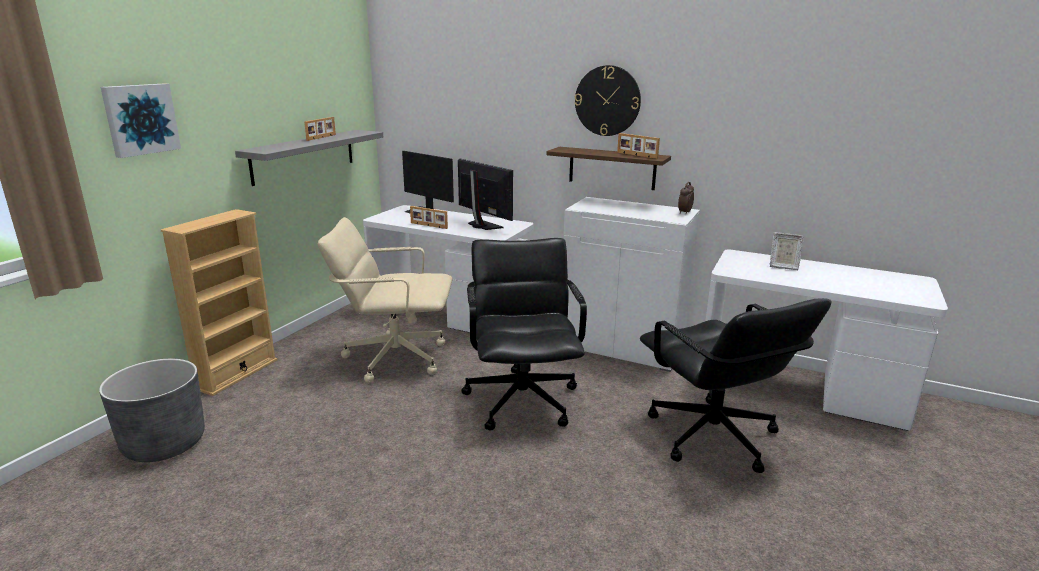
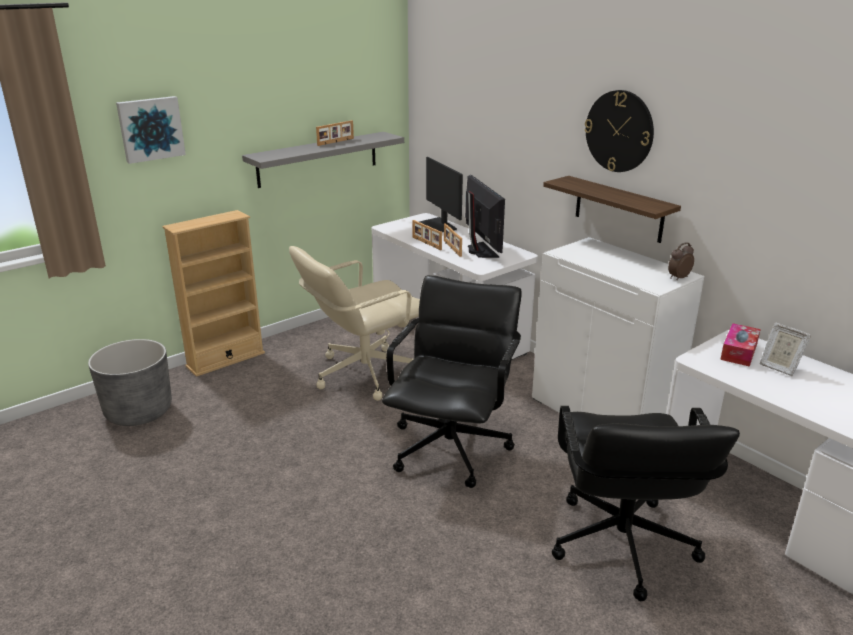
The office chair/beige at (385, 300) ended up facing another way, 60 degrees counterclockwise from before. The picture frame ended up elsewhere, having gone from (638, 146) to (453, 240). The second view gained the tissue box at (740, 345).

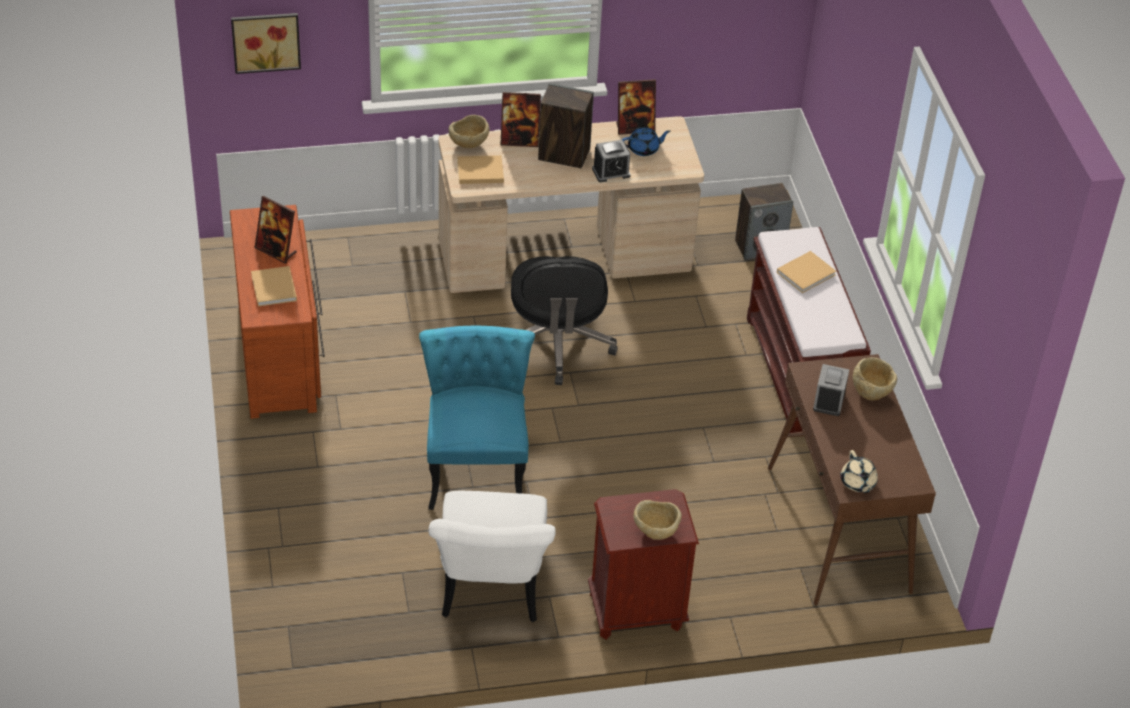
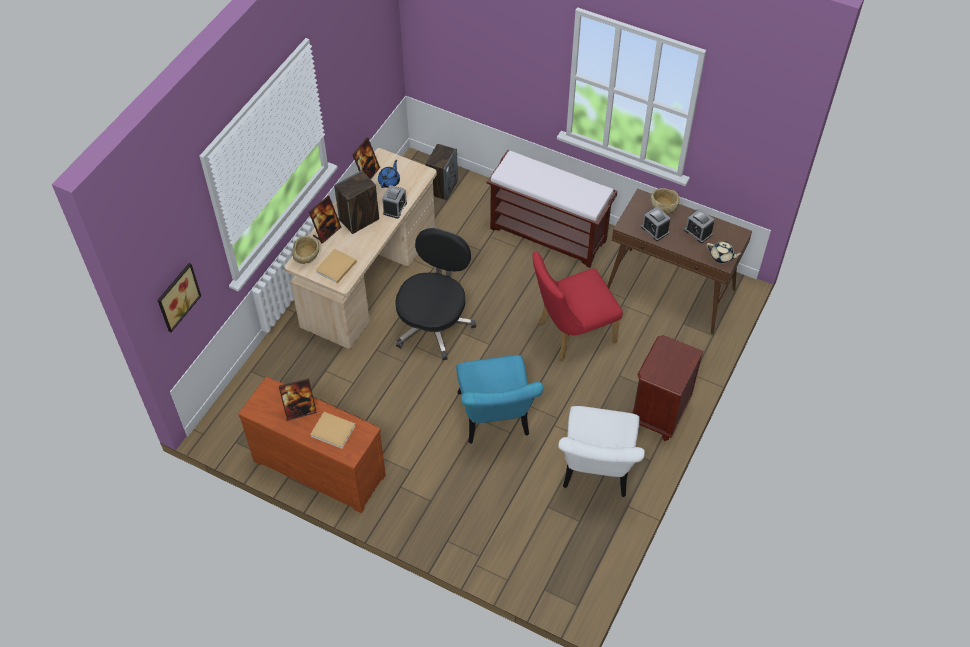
The office chair/black at (564, 320) ended up facing another way, 105 degrees counterclockwise from before. The chair/turquoise at (477, 418) ended up facing another way, 135 degrees counterclockwise from before. The second view gained the chair/red at (578, 306). The chair/white at (492, 557) ended up facing another way, 60 degrees clockwise from before. The second view gained the alarm clock at (699, 225). The second view lost the bowl/beige at (657, 520). The second view lost the book/beige at (806, 272).

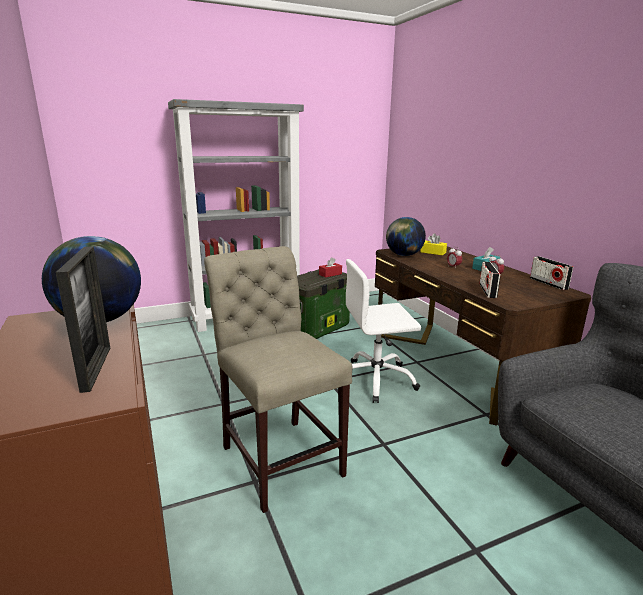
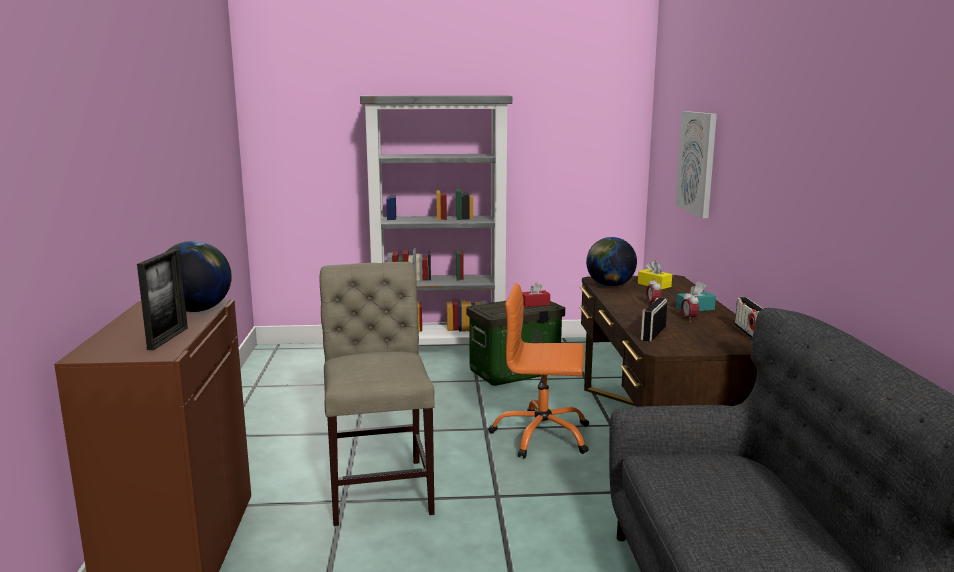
What was the office chair/white at (383, 331) turned into the office chair/orange at (538, 371). The second view gained the picture at (696, 164).

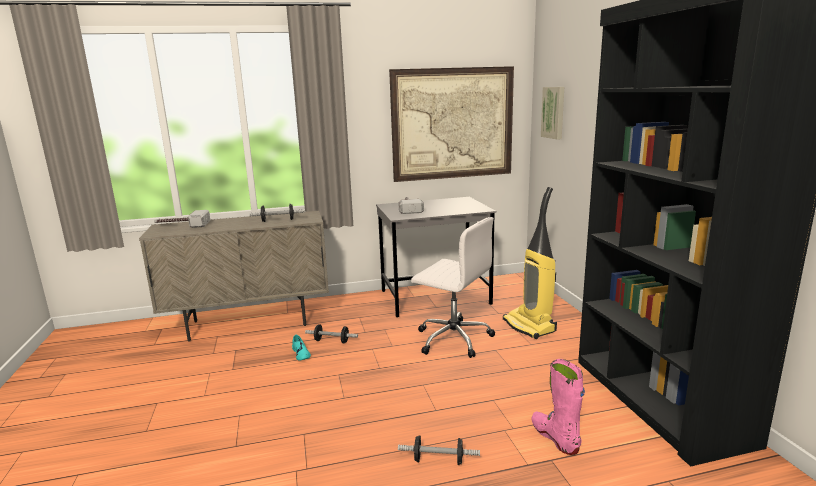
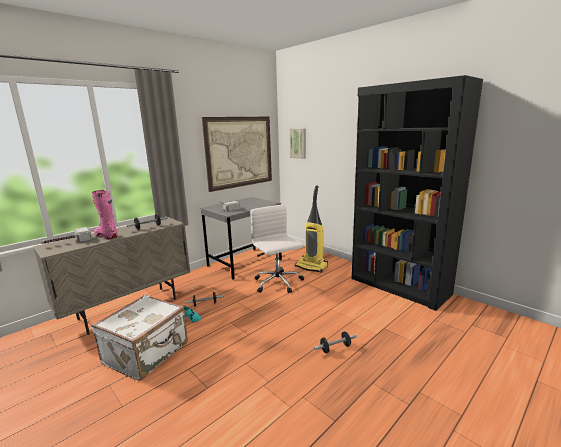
The second view gained the suitcase/white at (139, 338). The boot/pink ended up elsewhere, having gone from (558, 407) to (105, 214). The office chair/white at (453, 287) ended up facing another way, 120 degrees counterclockwise from before.

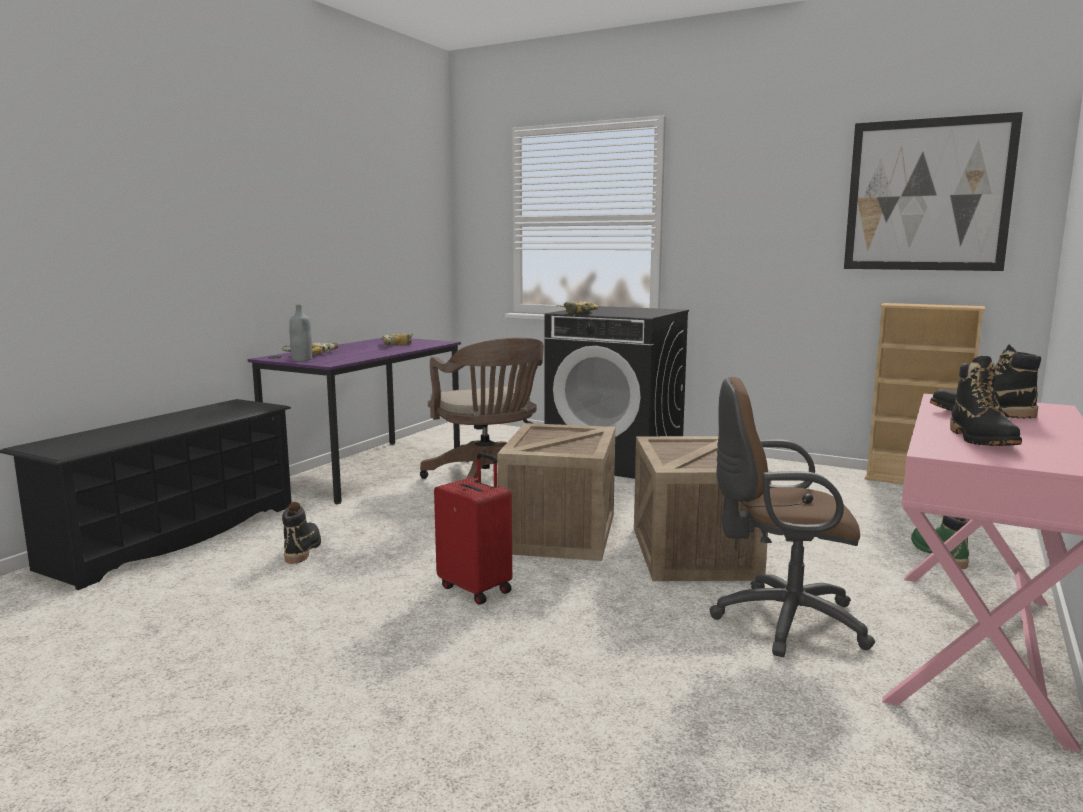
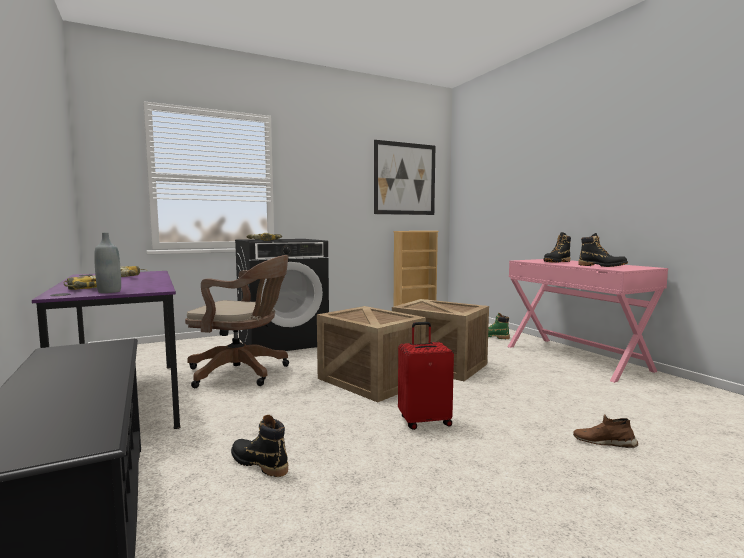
The second view gained the shoe/brown at (605, 431). The second view lost the office chair/brown at (792, 517).

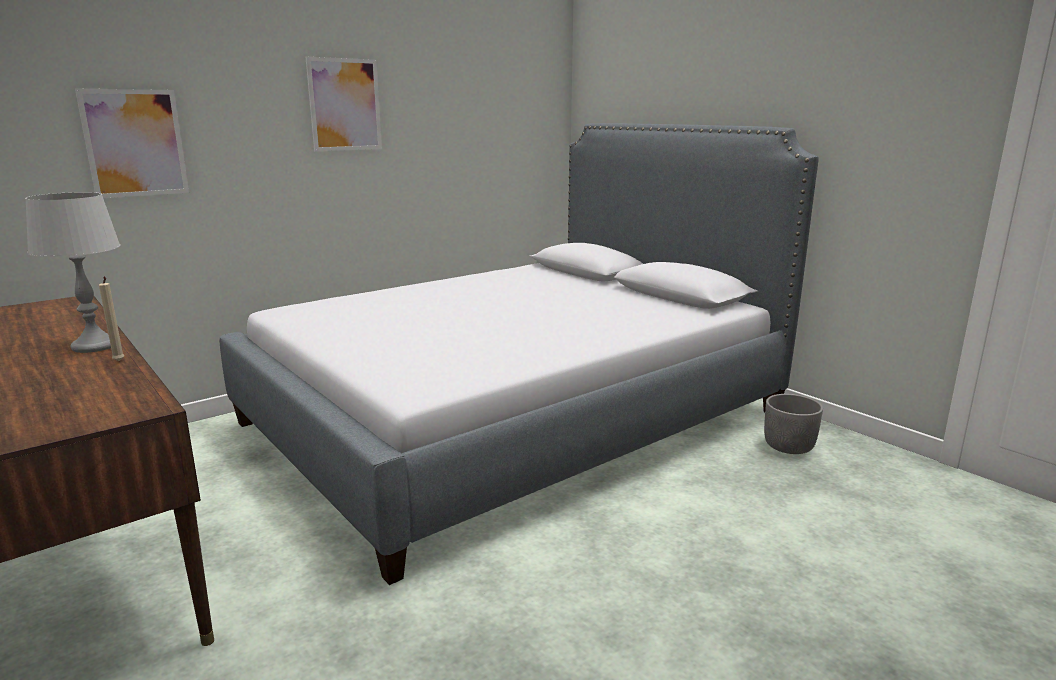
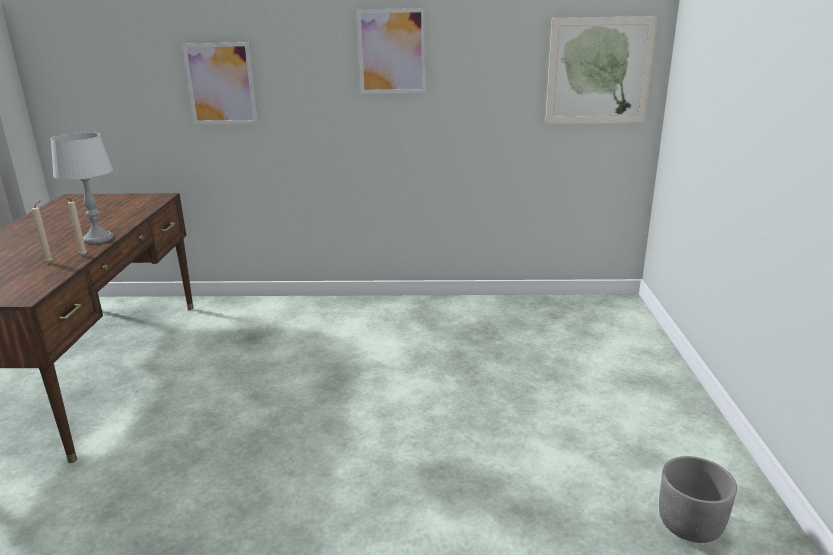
The second view gained the candle/beige at (42, 231). The second view gained the picture at (601, 70). The second view lost the bed at (519, 354).

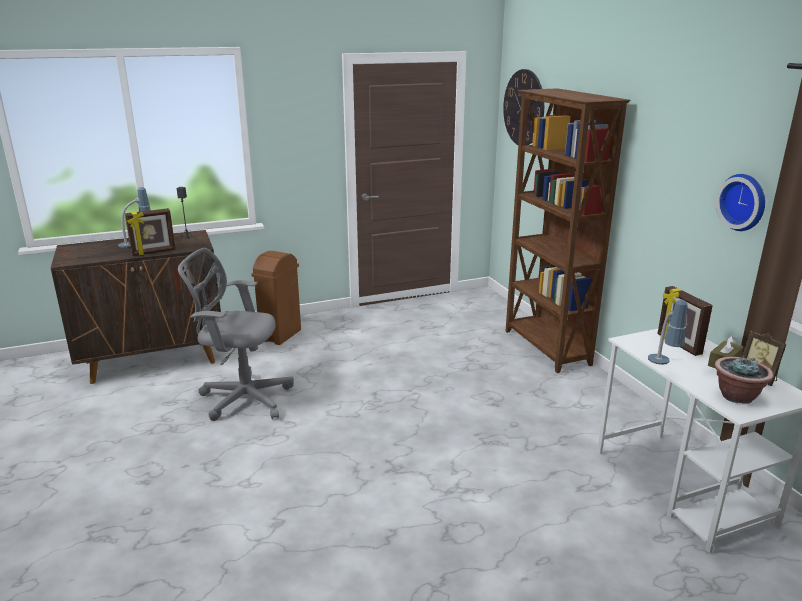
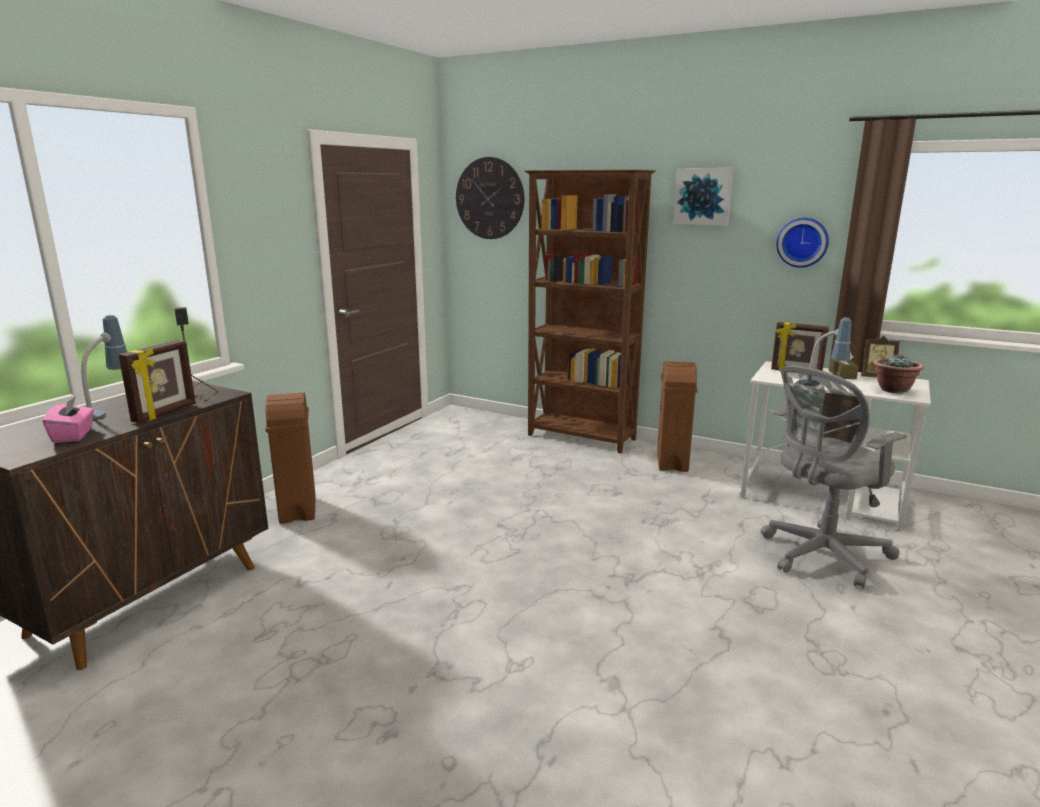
The second view gained the tissue box/pink at (68, 419). The second view gained the trash can/brown at (677, 416). The second view gained the picture at (703, 197). The office chair/grey ended up elsewhere, having gone from (236, 334) to (833, 476).

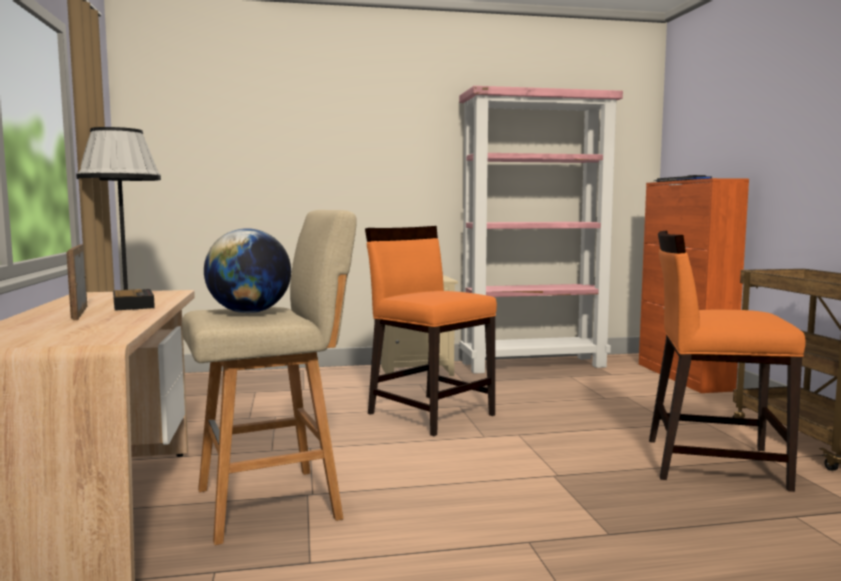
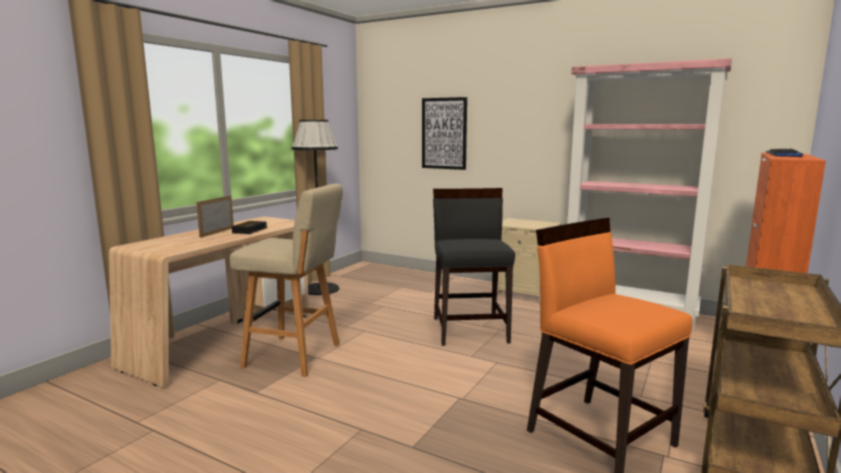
The second view gained the picture at (444, 133). What was the chair/orange at (431, 331) turned into the chair/black at (474, 267). The second view lost the globe at (247, 270).

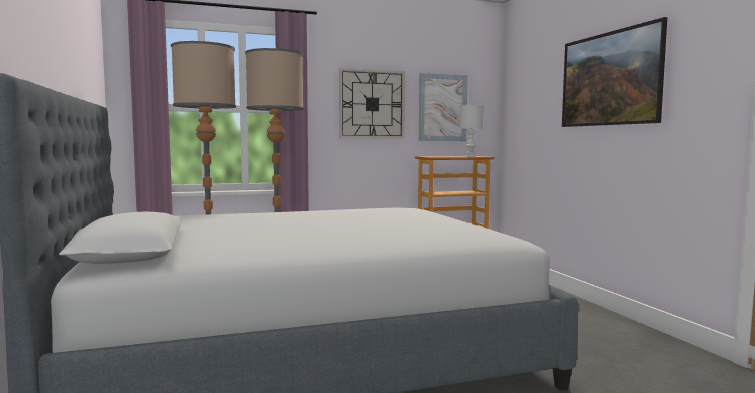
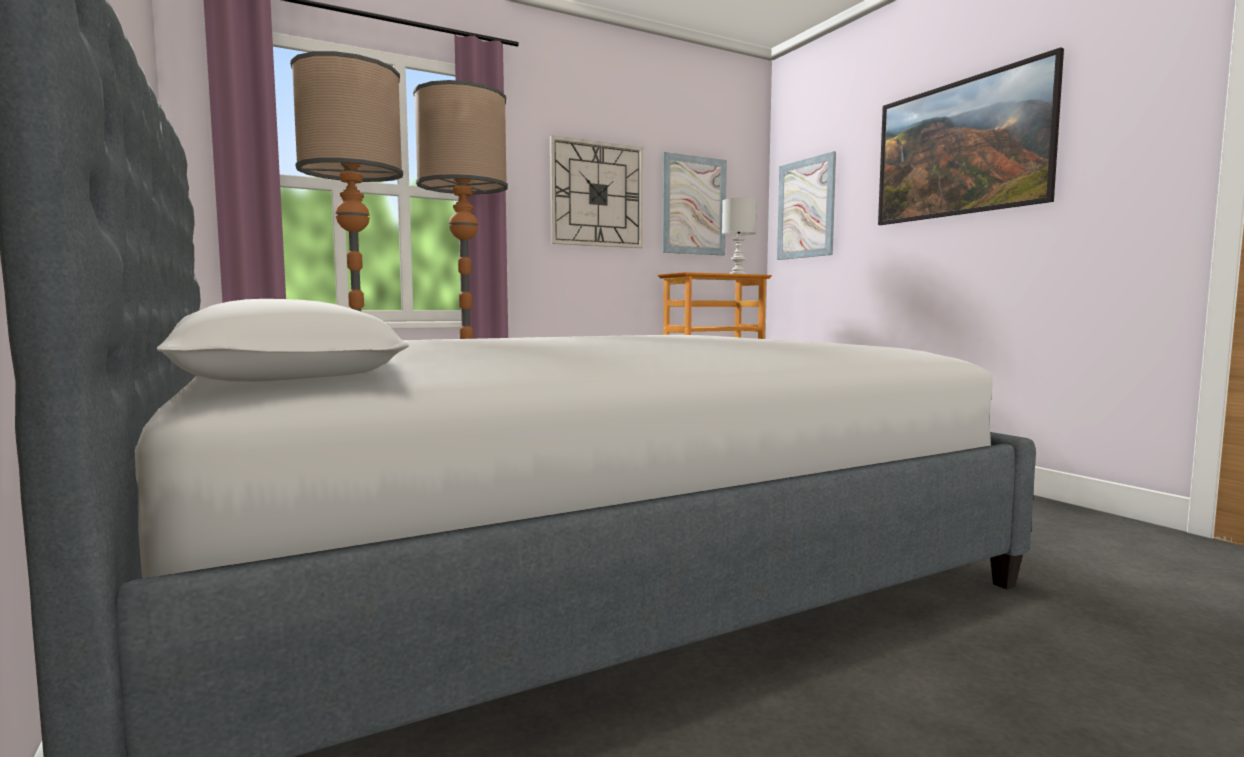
The second view gained the picture at (806, 205).

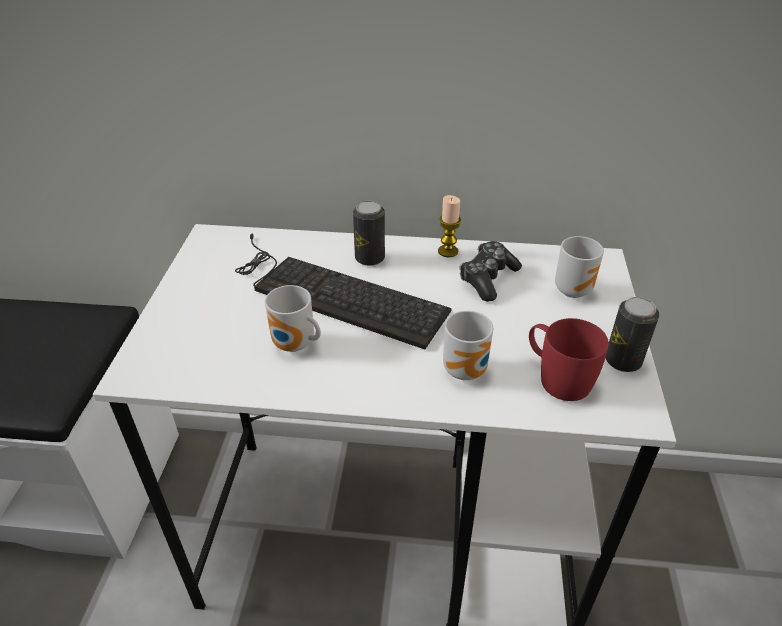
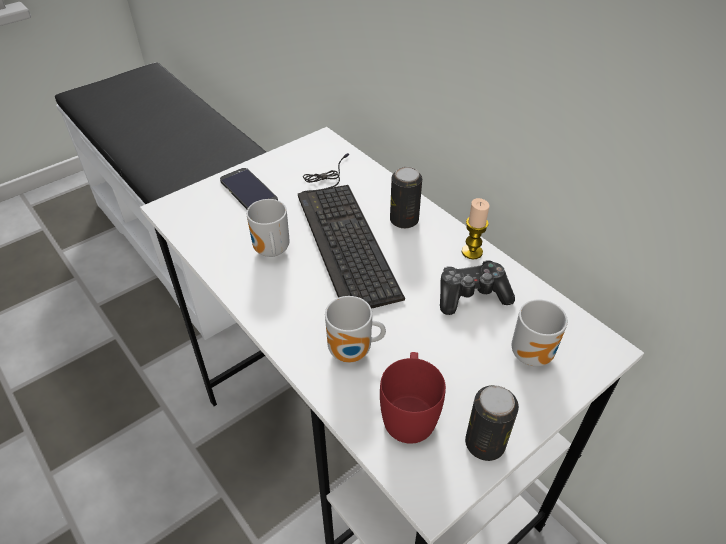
The second view gained the phone at (249, 188).

